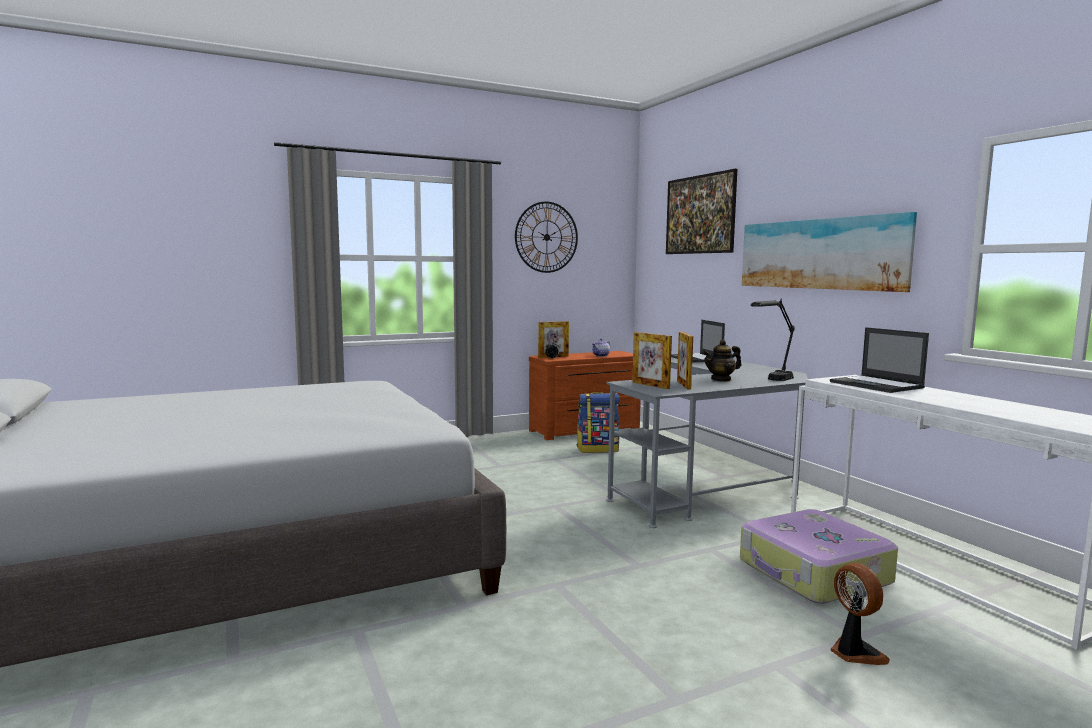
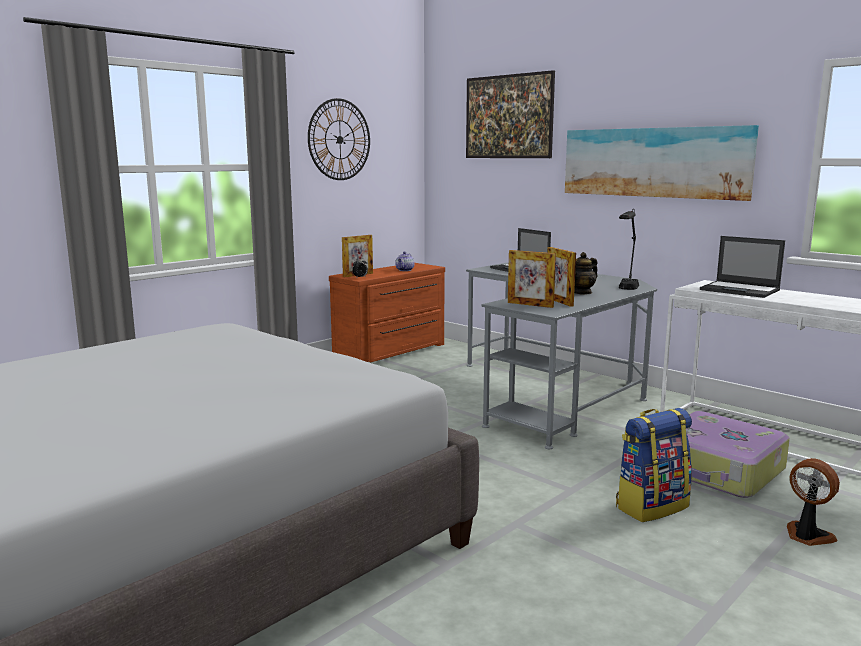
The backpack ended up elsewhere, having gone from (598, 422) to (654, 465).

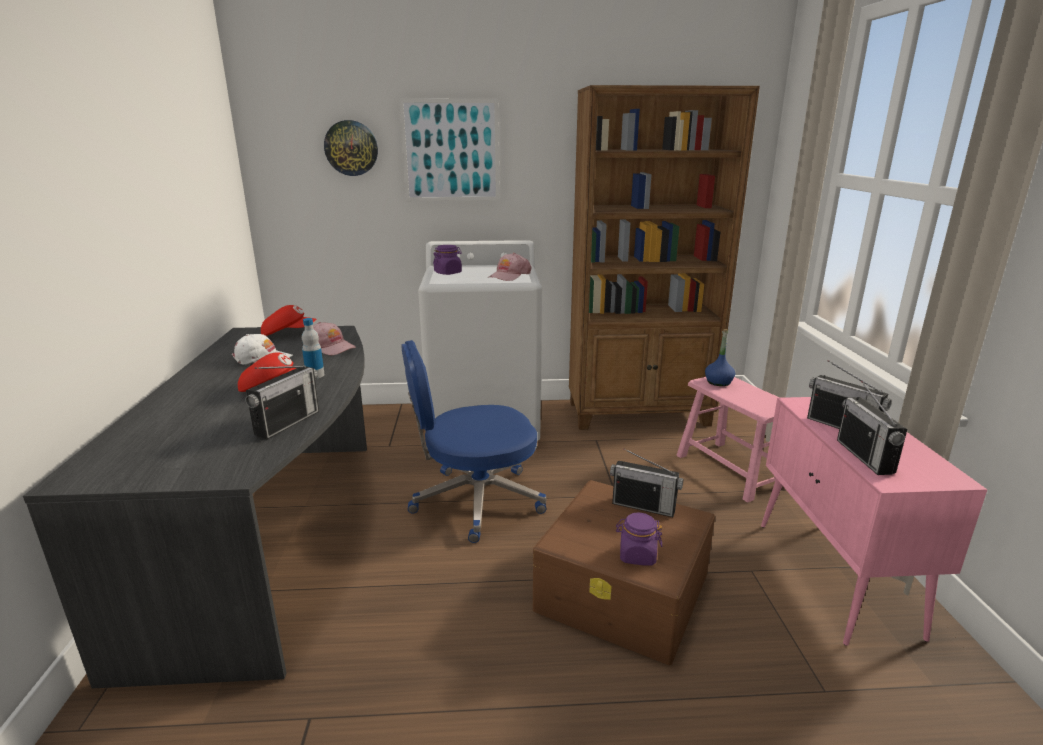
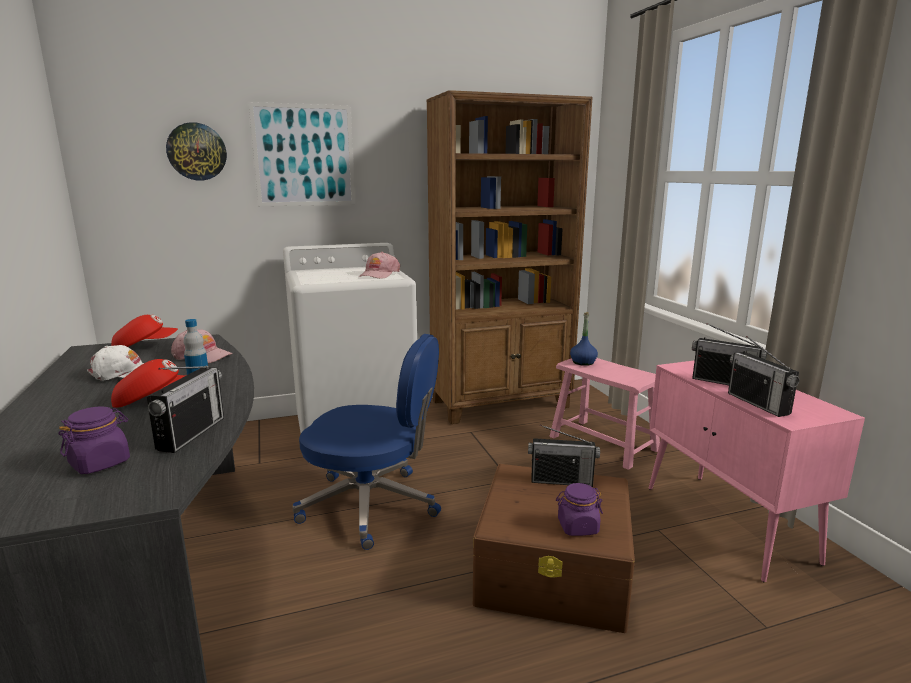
The jar/purple ended up elsewhere, having gone from (447, 260) to (94, 440). The office chair/blue at (474, 441) ended up facing another way, 135 degrees counterclockwise from before.

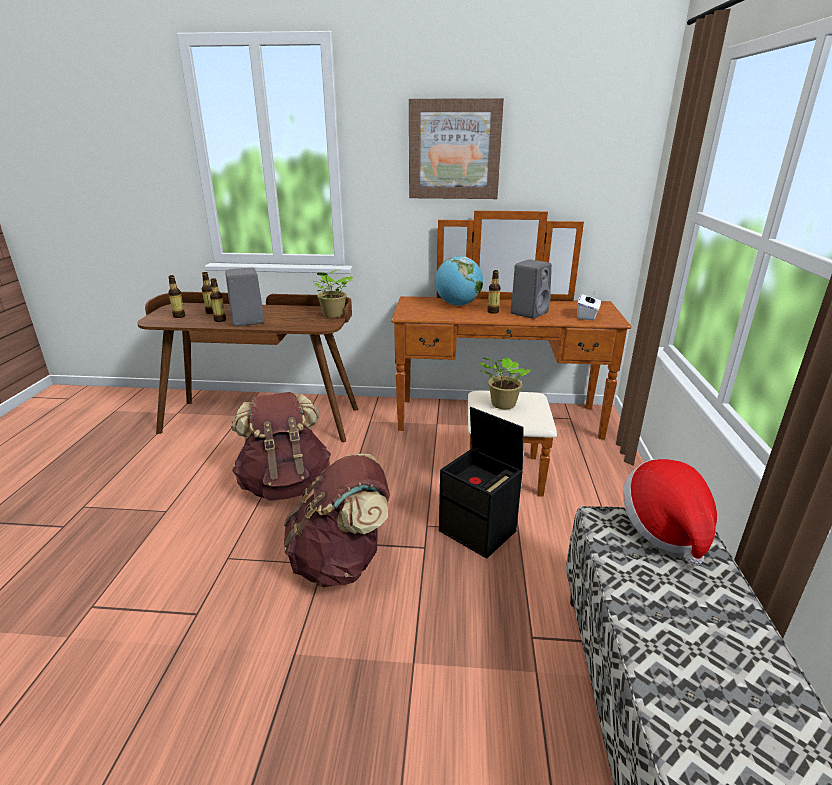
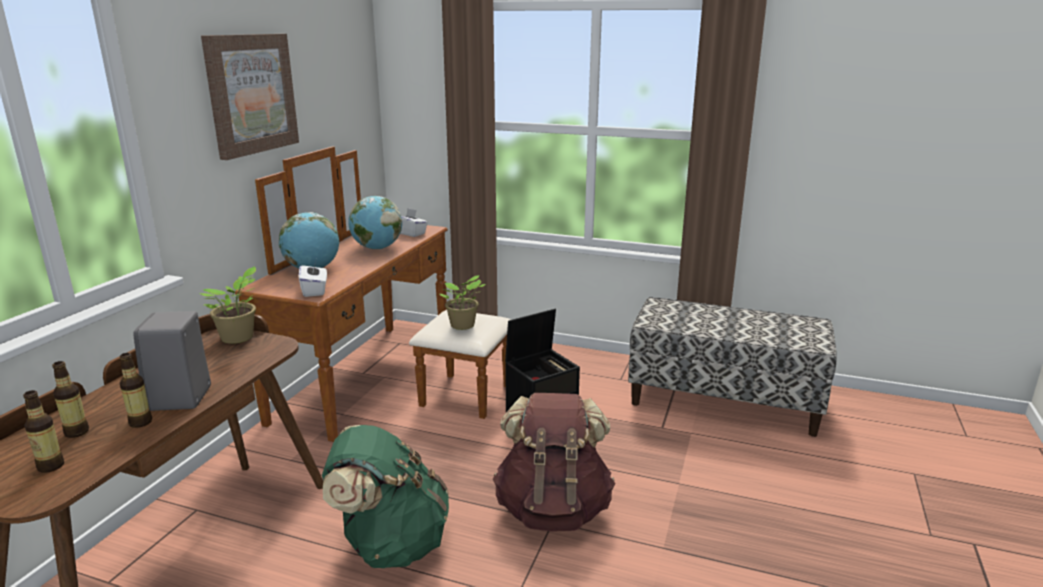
The second view gained the tissue box/white at (313, 278). What was the backpack/brown at (281, 446) turned into the backpack/green at (385, 496). Where the speaker/grey stood at (531, 289), the globe came to stand at (375, 222). The second view lost the bottle at (494, 292). The second view lost the hat at (670, 512).

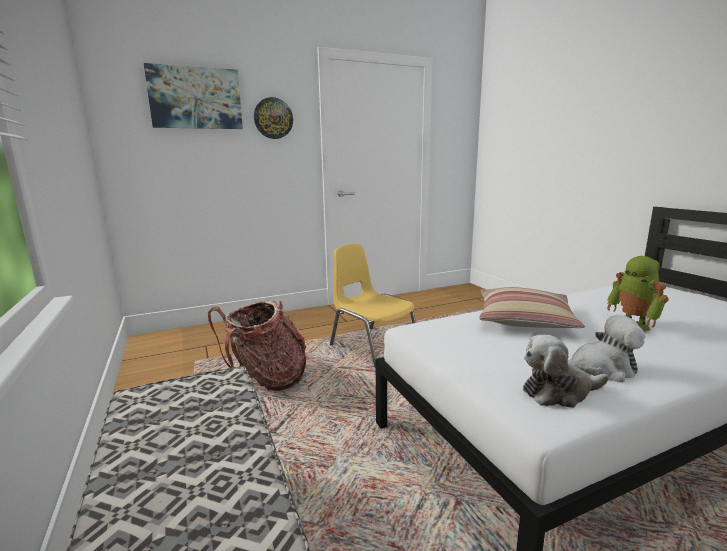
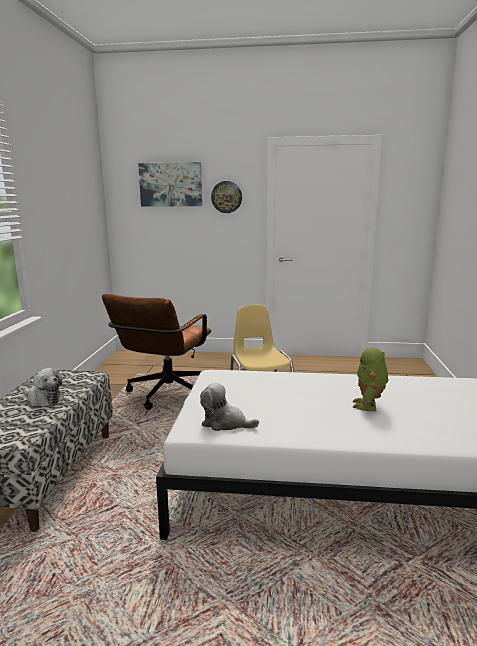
The plush toy ended up elsewhere, having gone from (606, 348) to (43, 387). Where the backpack stood at (257, 345), the office chair/brown came to stand at (156, 352). The second view lost the pillow at (532, 307).

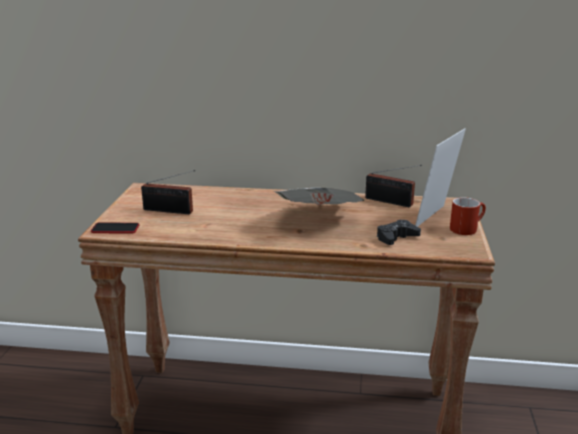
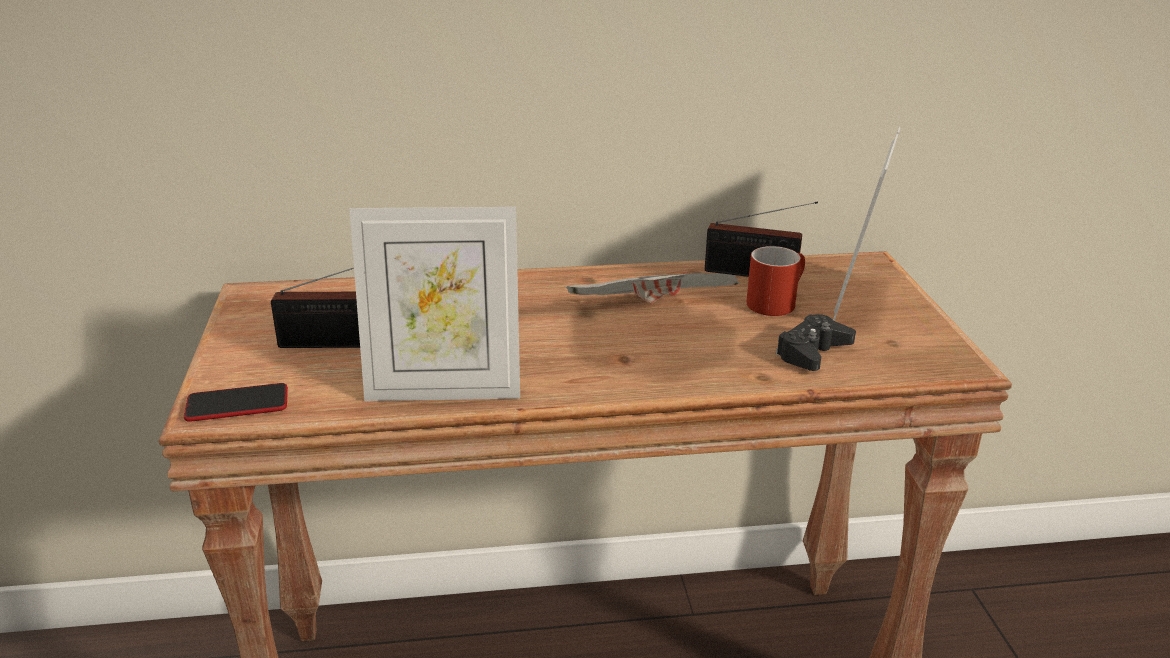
The second view gained the picture frame at (434, 304). The mug/red ended up elsewhere, having gone from (468, 216) to (775, 281).

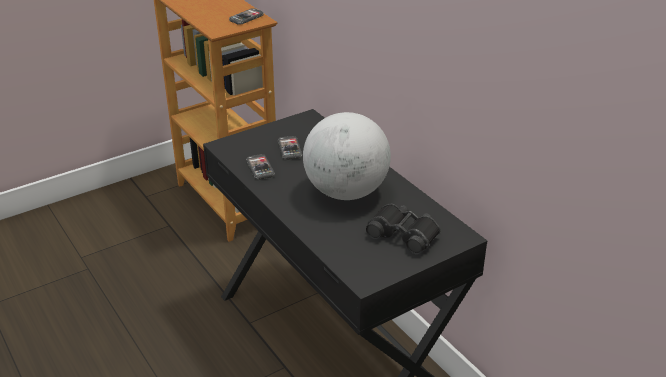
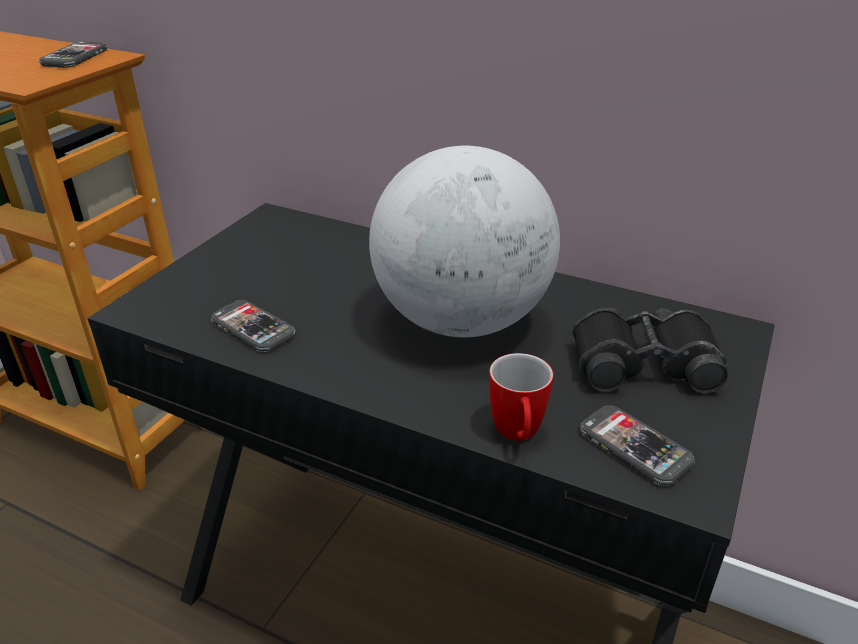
The second view gained the mug at (521, 397). The phone ended up elsewhere, having gone from (290, 148) to (637, 445).

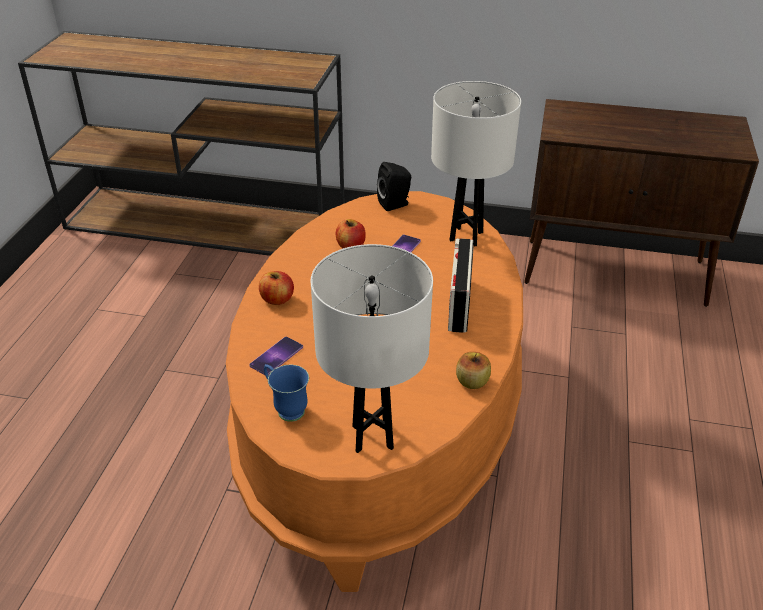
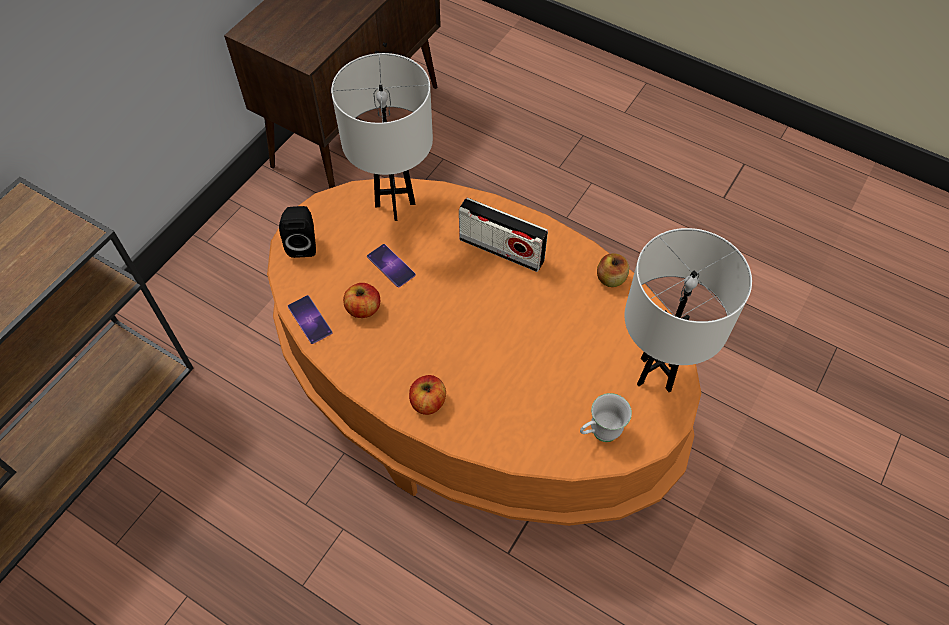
The phone ended up elsewhere, having gone from (276, 356) to (310, 319). What was the mug/blue at (286, 393) turned into the mug/white at (606, 417).

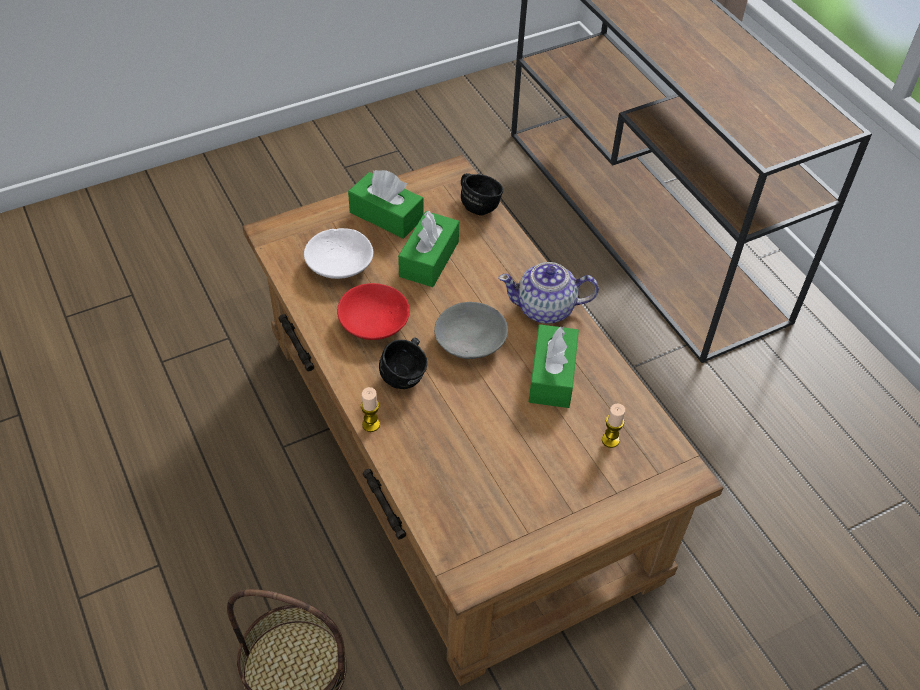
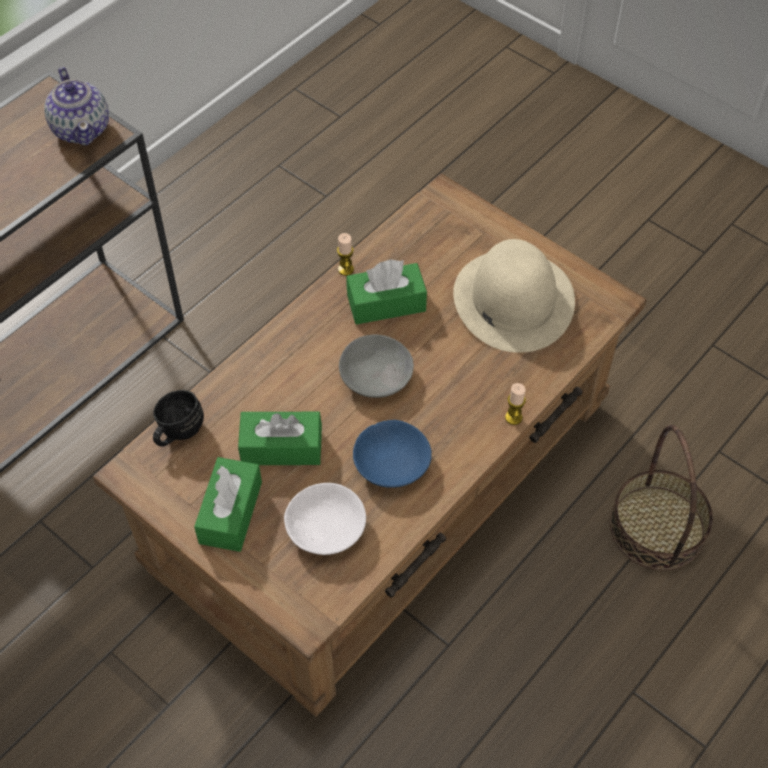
The teapot ended up elsewhere, having gone from (548, 293) to (76, 106). The candle ended up elsewhere, having gone from (613, 425) to (345, 254). What was the bowl/red at (373, 311) turned into the bowl/blue at (392, 454). The second view gained the hat/beige at (514, 296). The second view lost the mug/black at (403, 363).

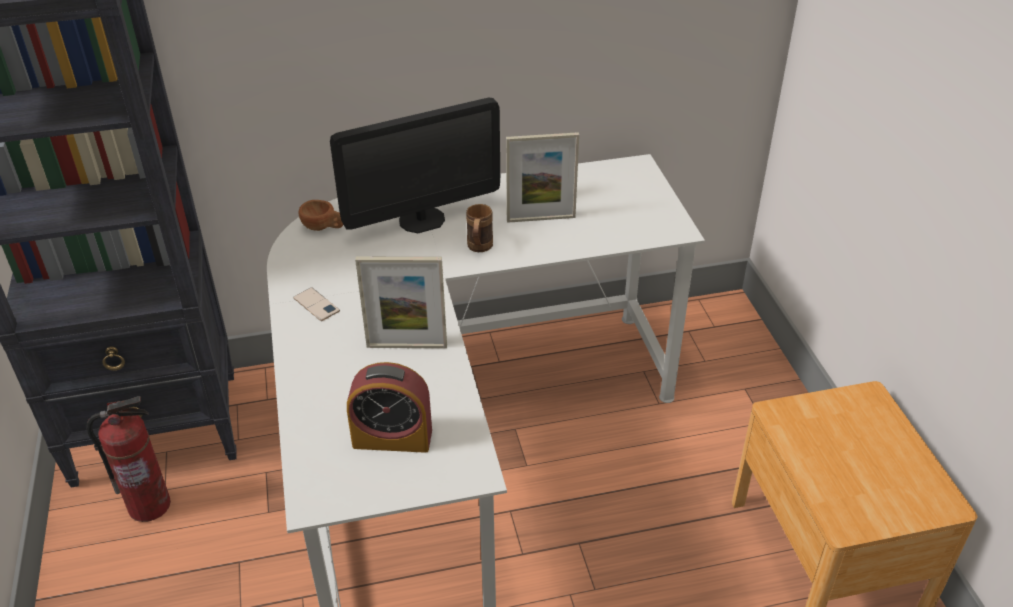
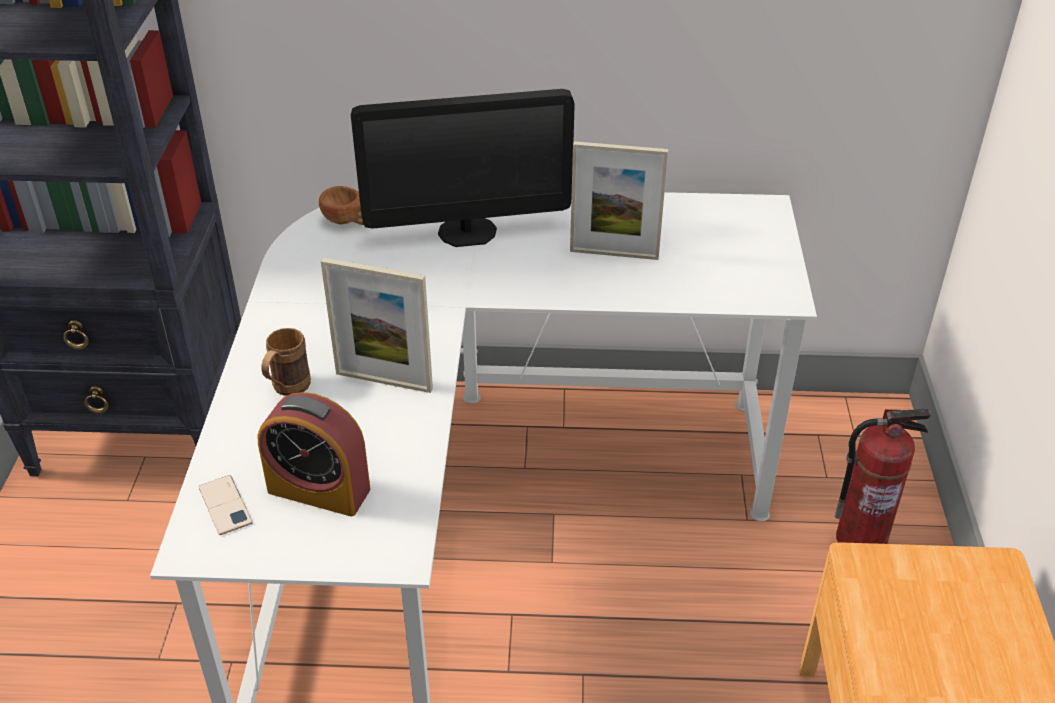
The phone ended up elsewhere, having gone from (316, 304) to (225, 505). The mug/brown ended up elsewhere, having gone from (479, 228) to (286, 362). The fire extinguisher ended up elsewhere, having gone from (128, 459) to (883, 476).

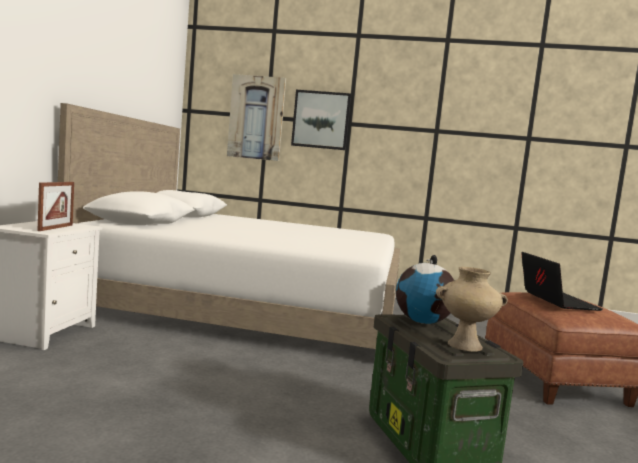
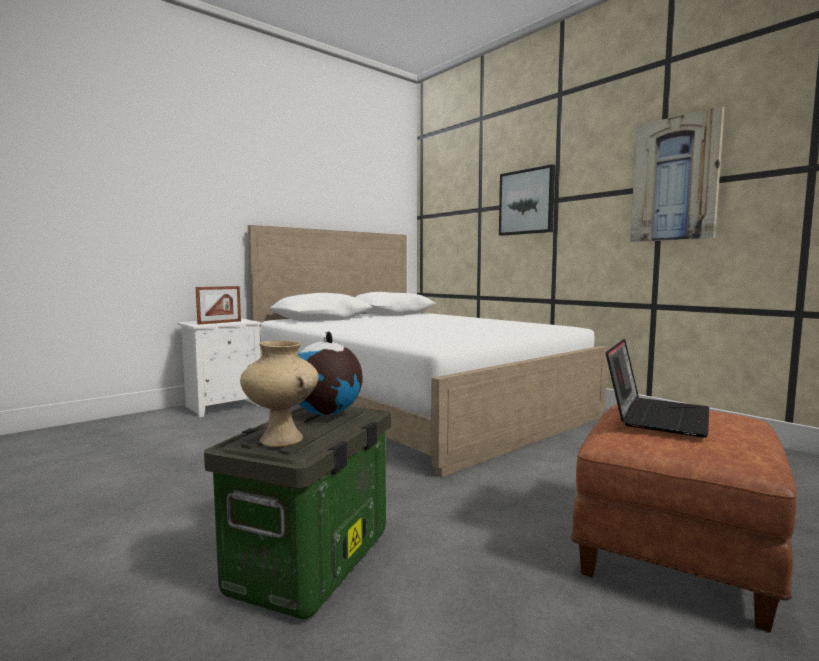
The picture ended up elsewhere, having gone from (256, 117) to (677, 174).

